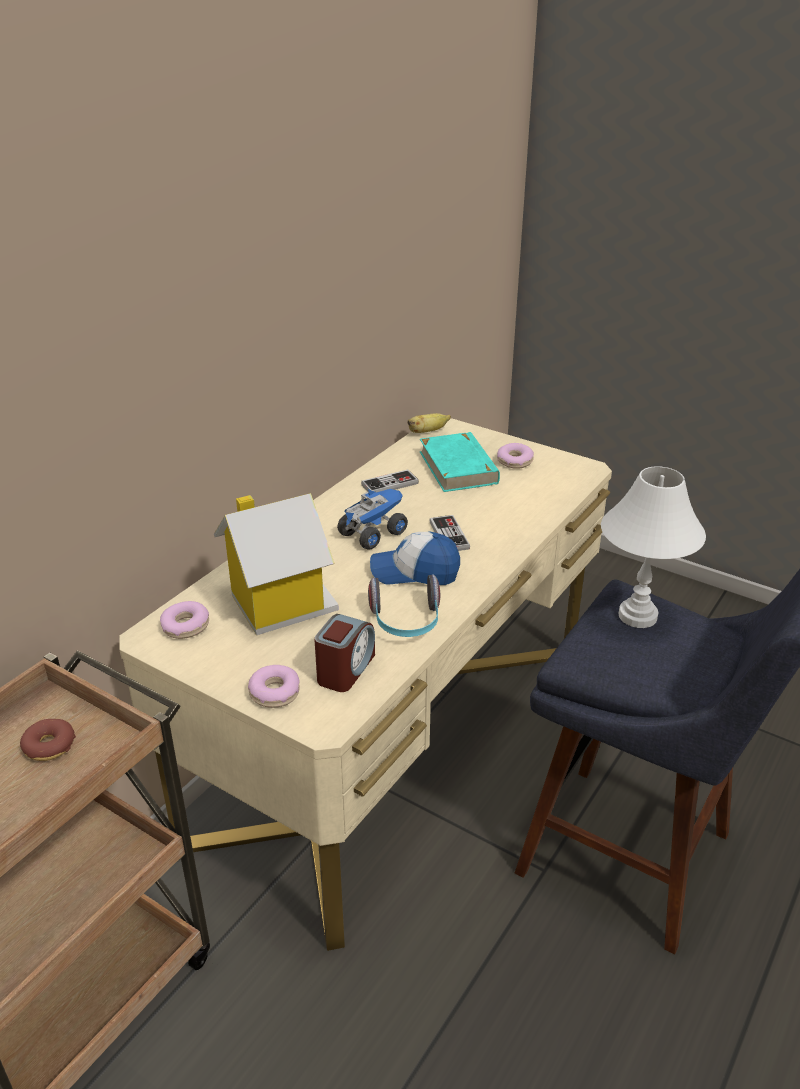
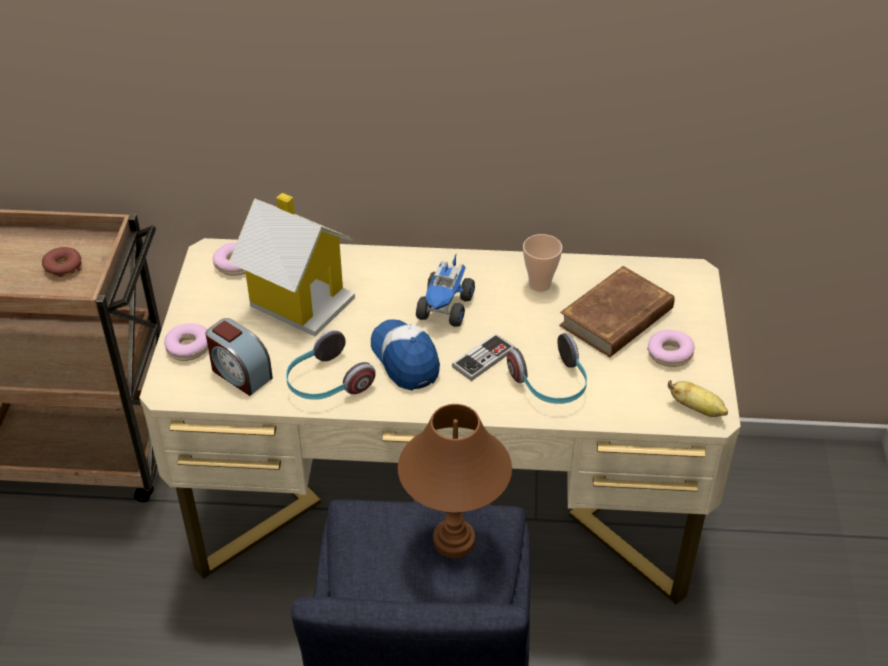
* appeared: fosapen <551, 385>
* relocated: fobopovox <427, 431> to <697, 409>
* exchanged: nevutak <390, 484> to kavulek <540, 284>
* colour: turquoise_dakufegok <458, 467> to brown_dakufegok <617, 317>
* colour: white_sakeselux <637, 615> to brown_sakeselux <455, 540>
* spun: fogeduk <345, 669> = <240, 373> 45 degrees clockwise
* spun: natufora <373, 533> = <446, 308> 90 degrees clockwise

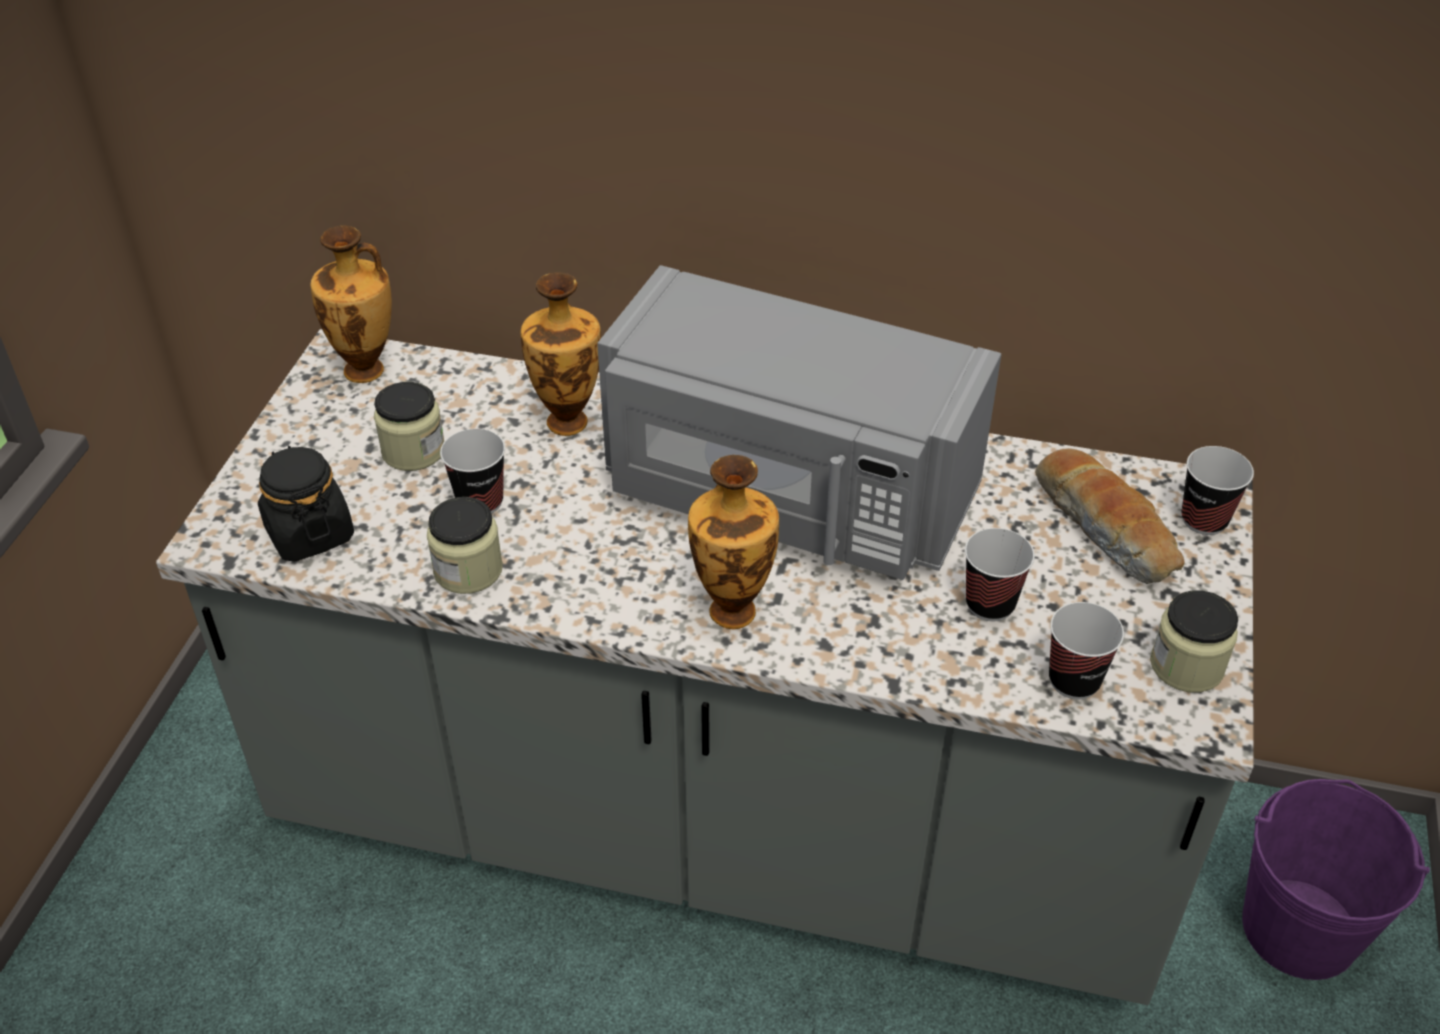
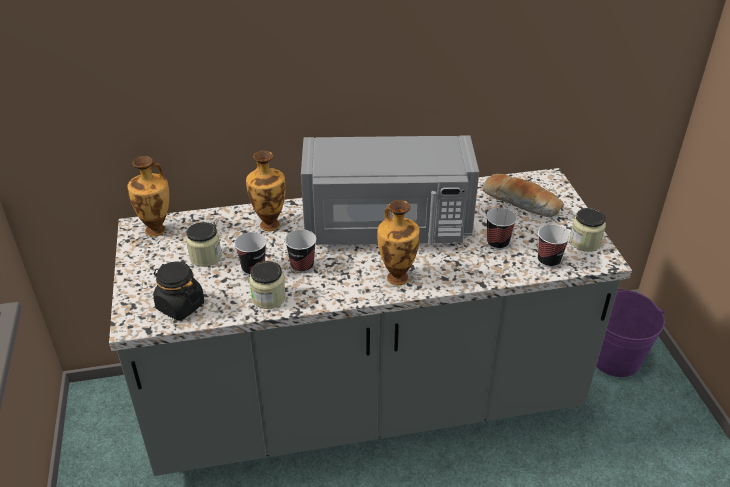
* relocated: kavulek <1204, 519> to <302, 266>

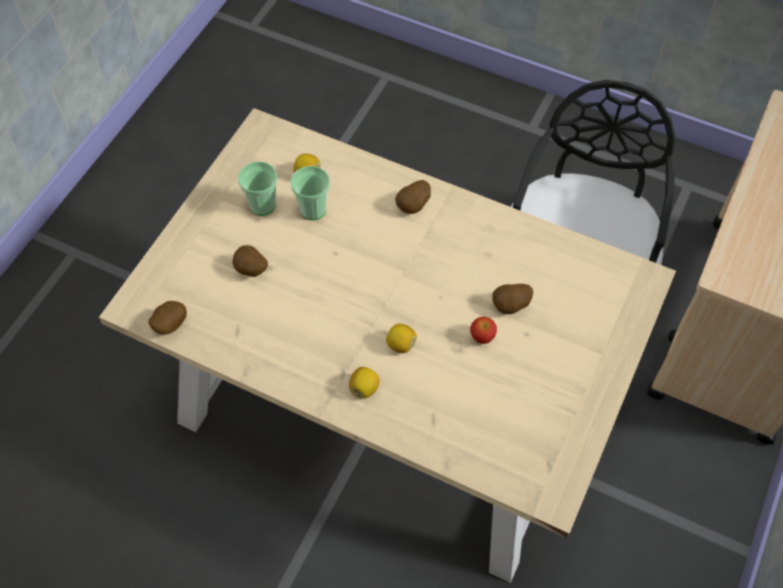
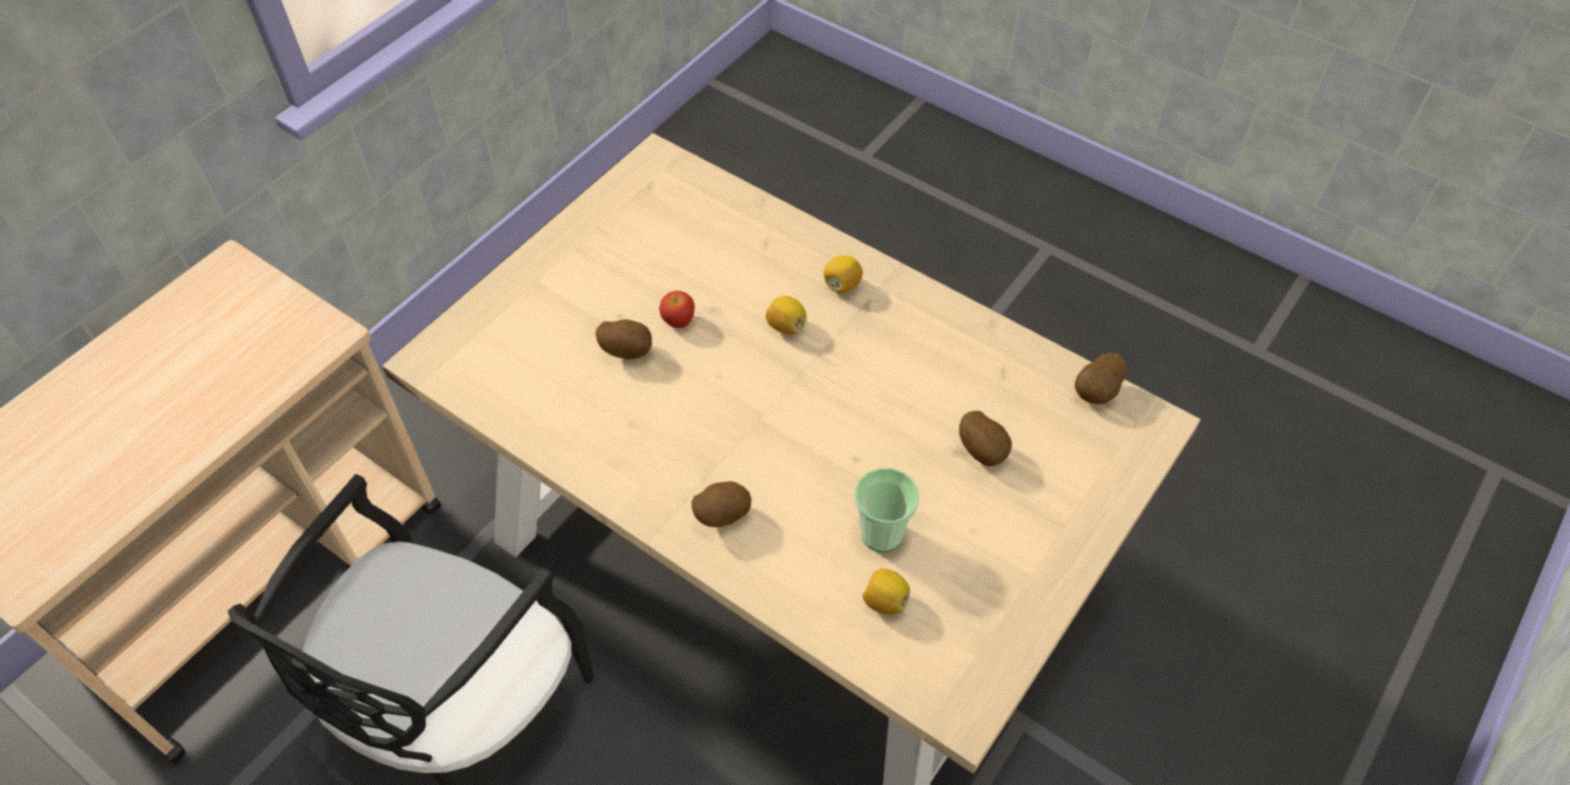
* missing: kavulek <262, 205>

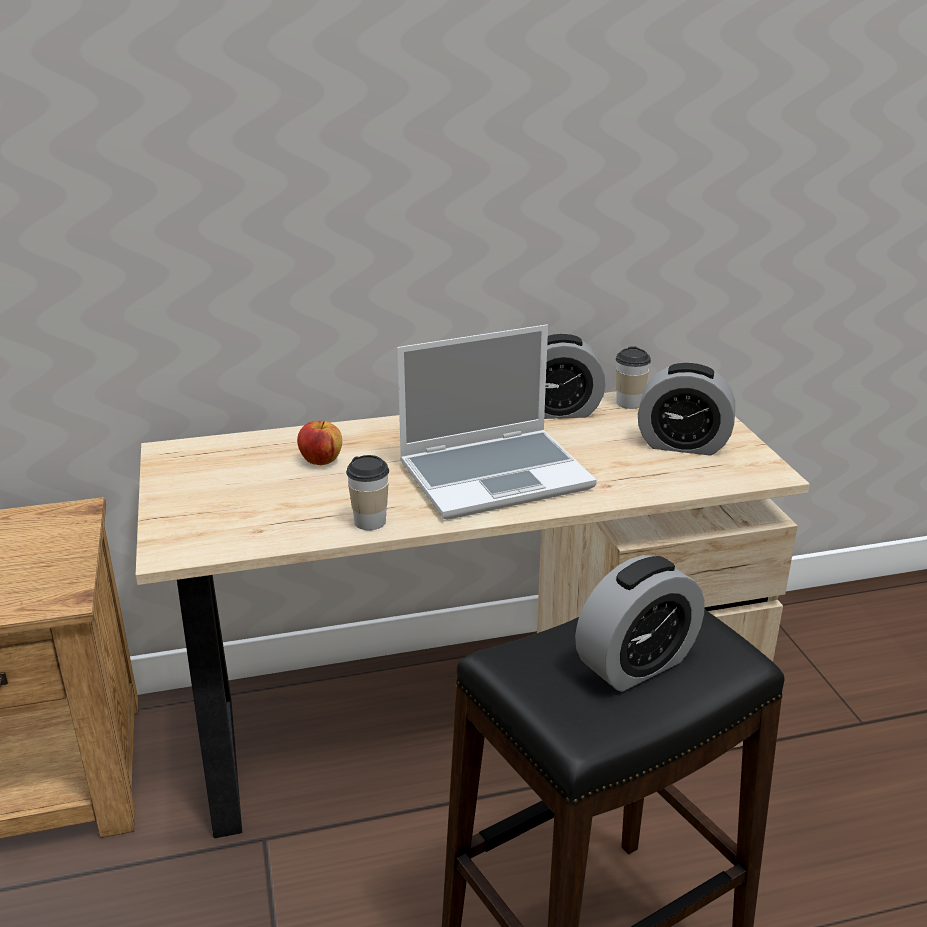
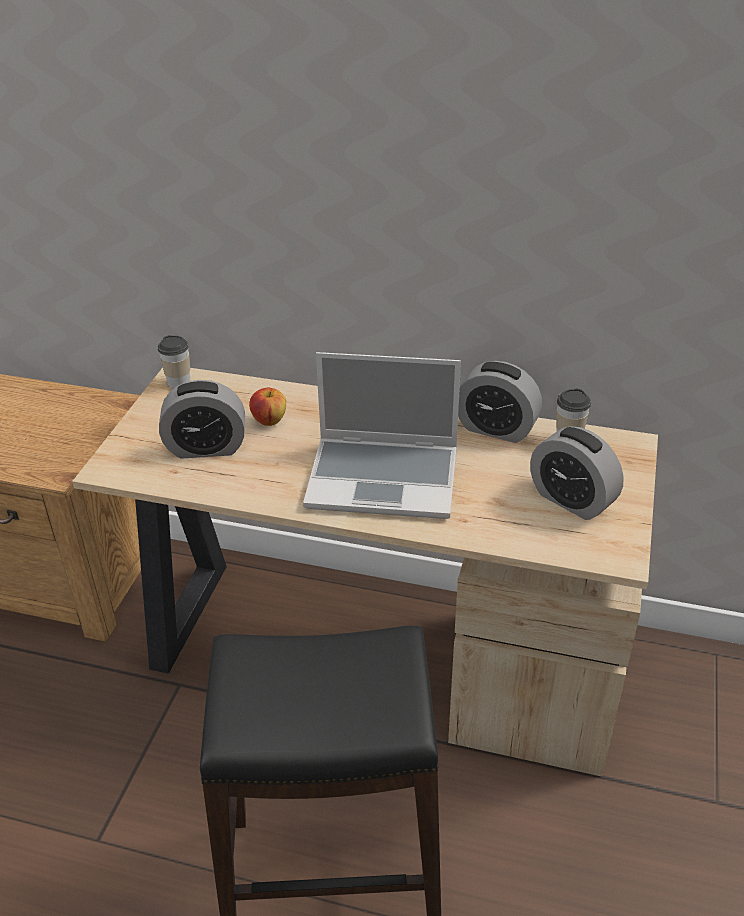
* relocated: kavulek <370, 521> to <179, 382>
* relocated: fogeduk <636, 664> to <206, 448>

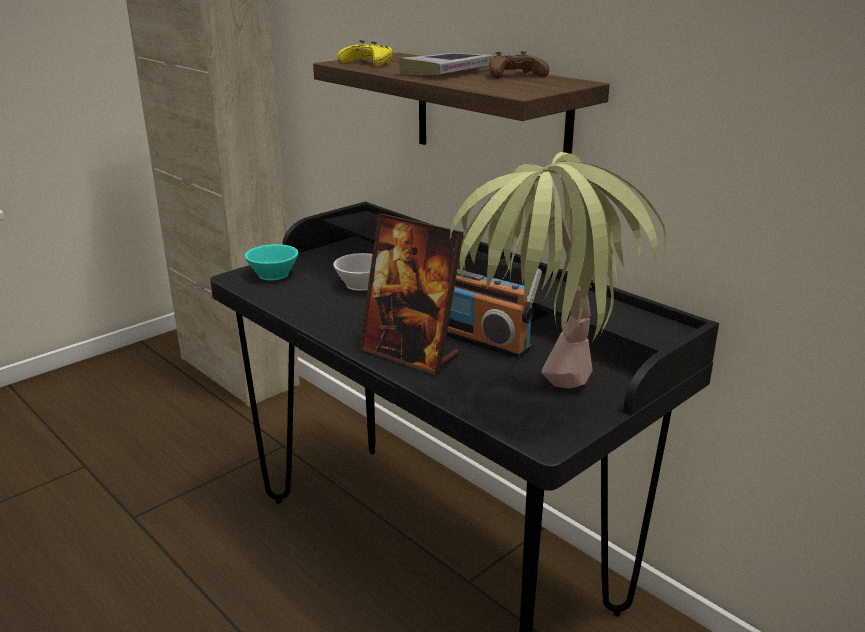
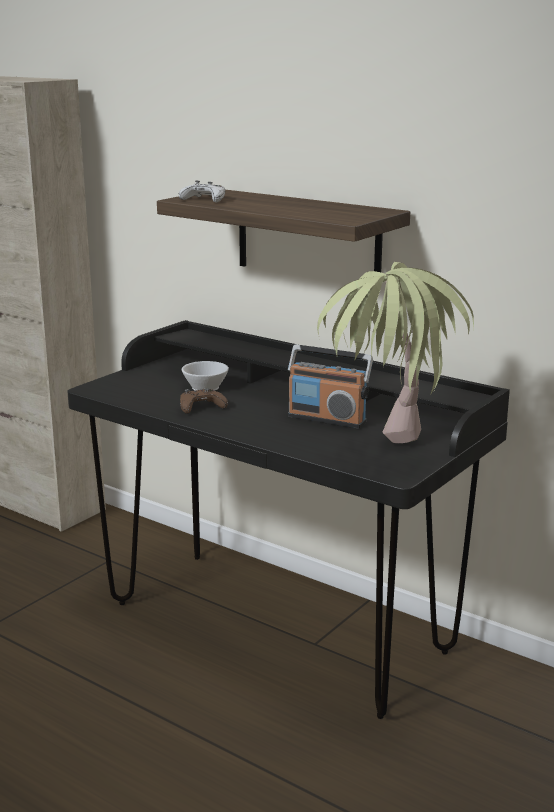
* missing: turquoise_kavulek <270, 274>
* missing: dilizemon <410, 354>
* missing: dakufegok <446, 72>
* relocated: brown_nevutak <515, 75> to <201, 407>
* colour: yellow_nevutak <368, 63> to white_nevutak <204, 199>

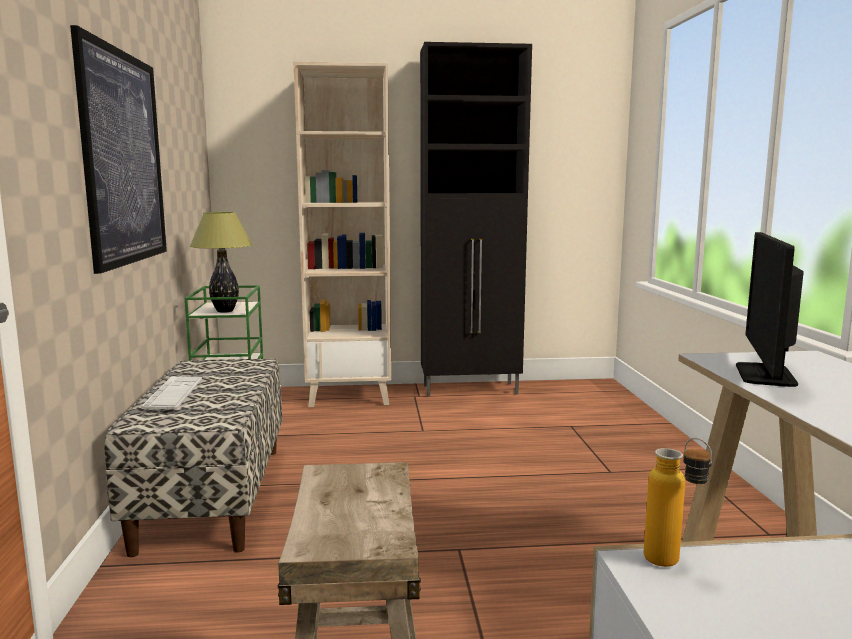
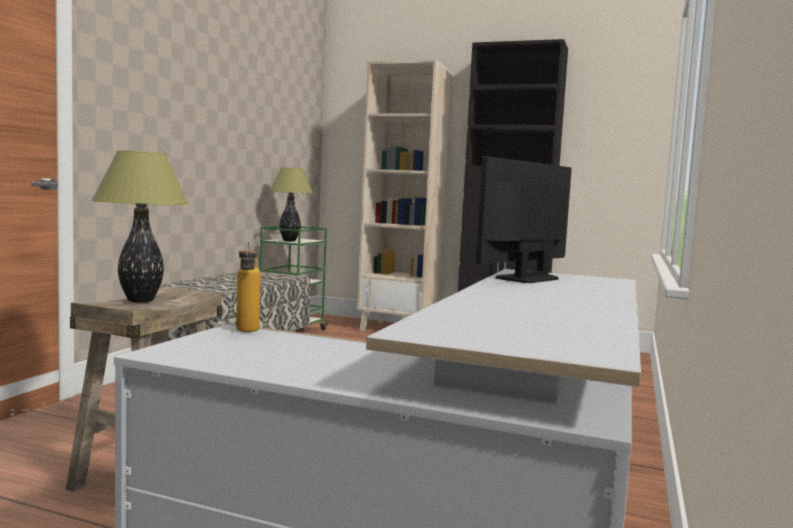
* missing: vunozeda <124, 158>
* missing: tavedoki <174, 393>
* appeared: sakeselux <140, 300>

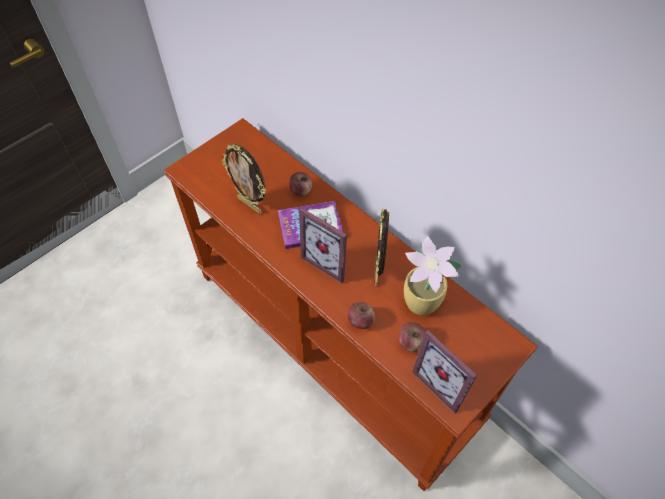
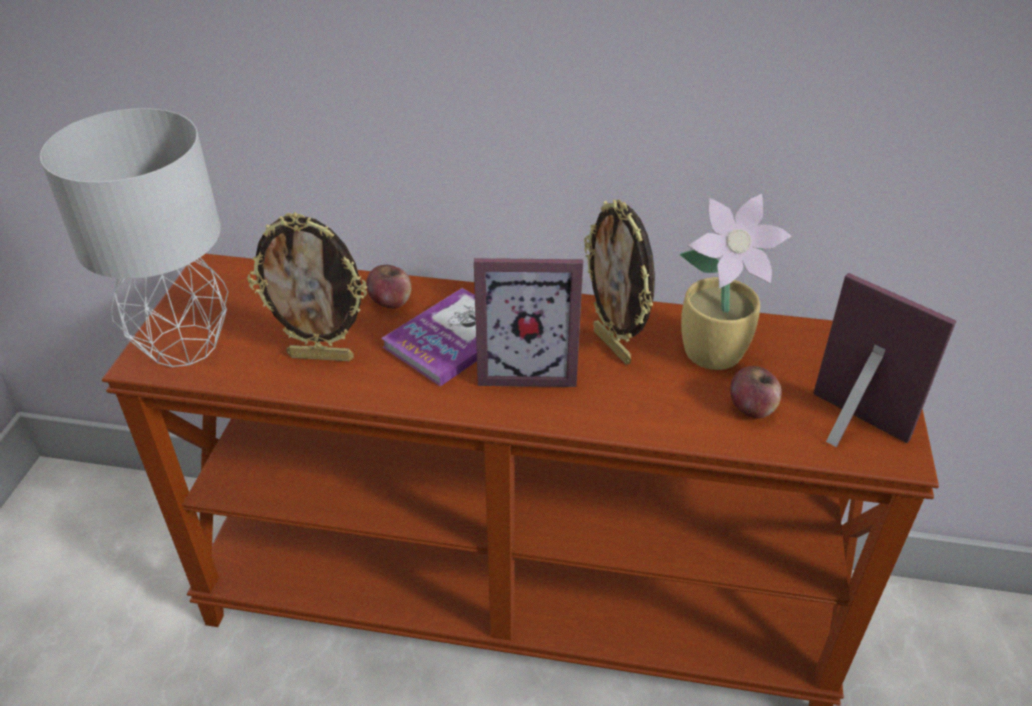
* missing: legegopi <360, 321>
* appeared: grey_sakeselux <184, 344>
* spun: dilizemon <444, 381> = <847, 430> 150 degrees counterclockwise

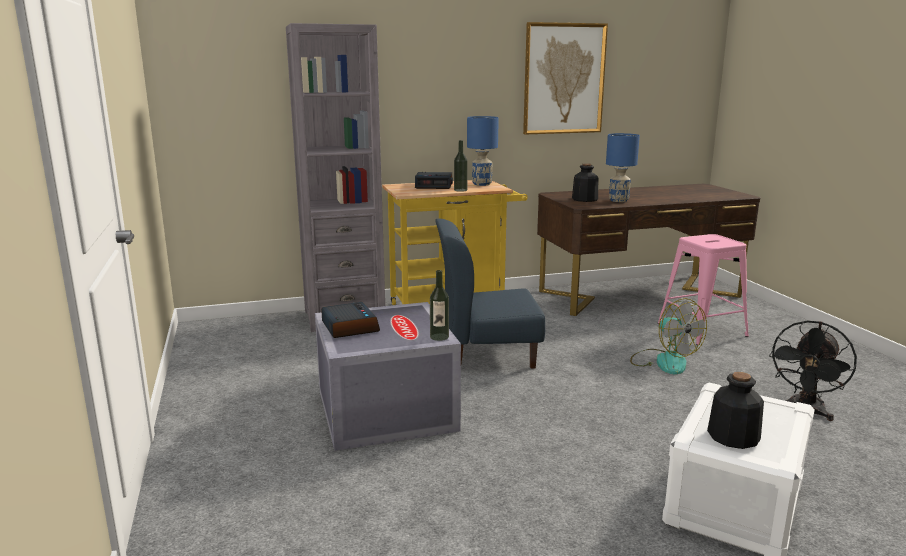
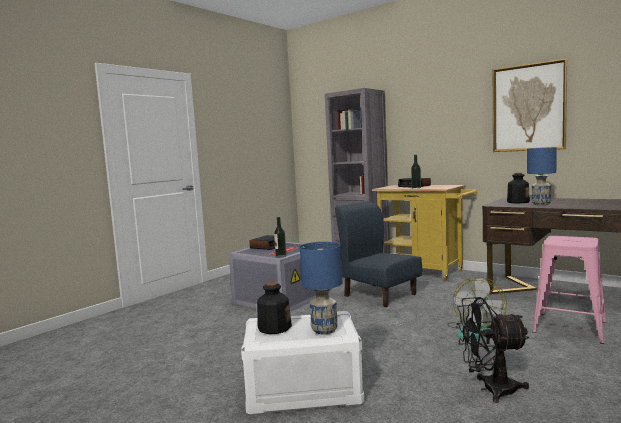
* relocated: blue_sakeselux <482, 184> to <324, 330>

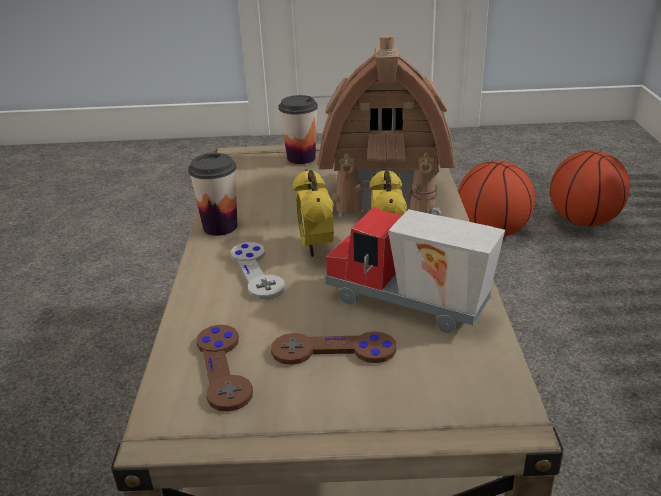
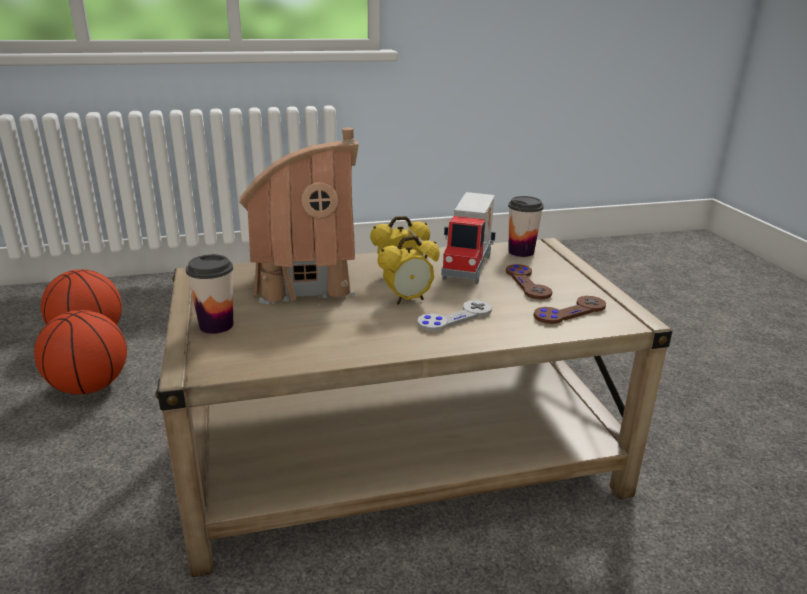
* relocated: kavulek <220, 227> to <521, 252>

